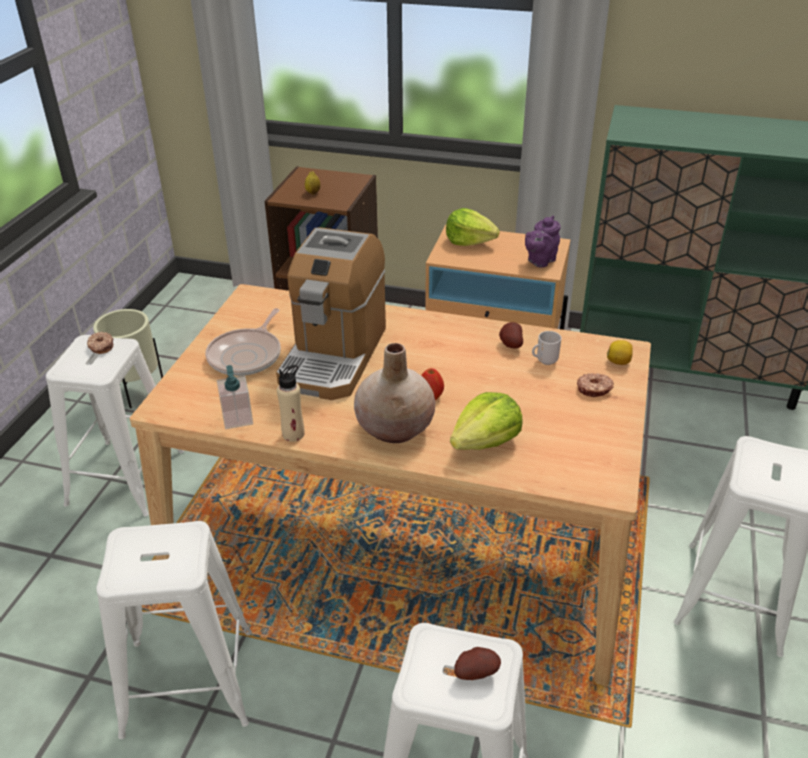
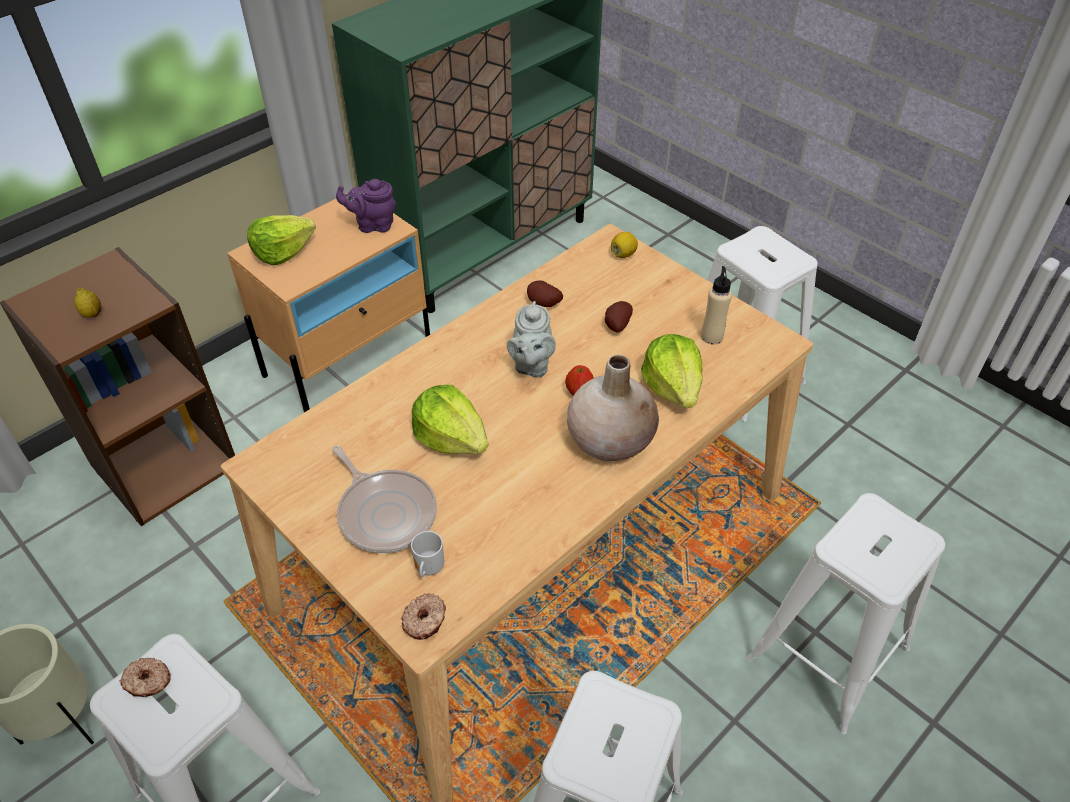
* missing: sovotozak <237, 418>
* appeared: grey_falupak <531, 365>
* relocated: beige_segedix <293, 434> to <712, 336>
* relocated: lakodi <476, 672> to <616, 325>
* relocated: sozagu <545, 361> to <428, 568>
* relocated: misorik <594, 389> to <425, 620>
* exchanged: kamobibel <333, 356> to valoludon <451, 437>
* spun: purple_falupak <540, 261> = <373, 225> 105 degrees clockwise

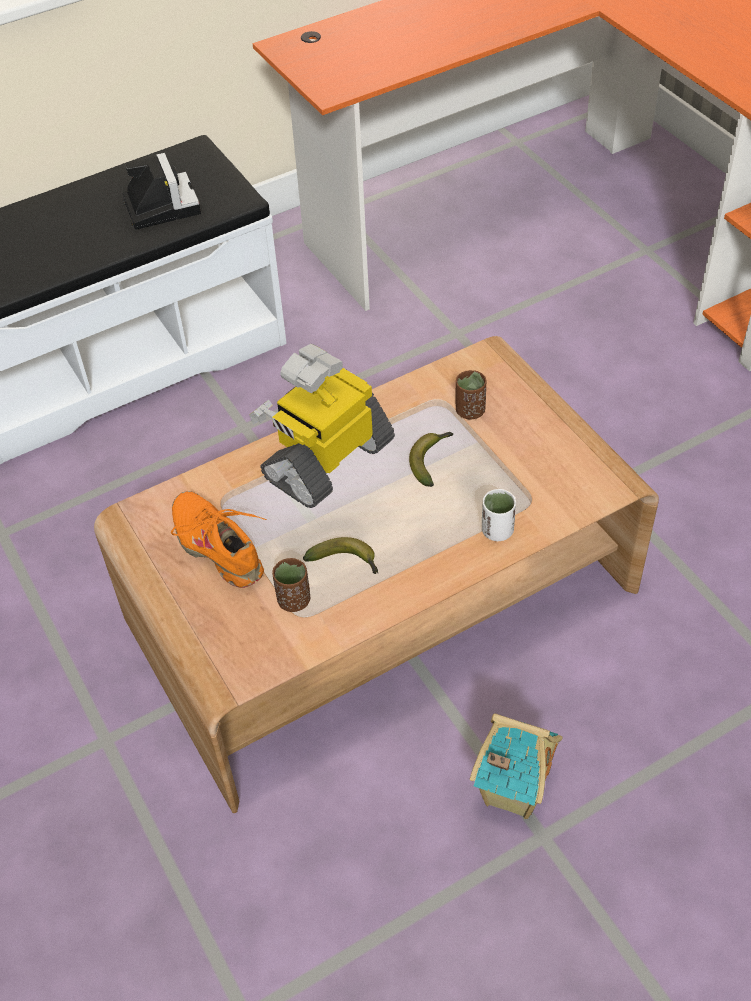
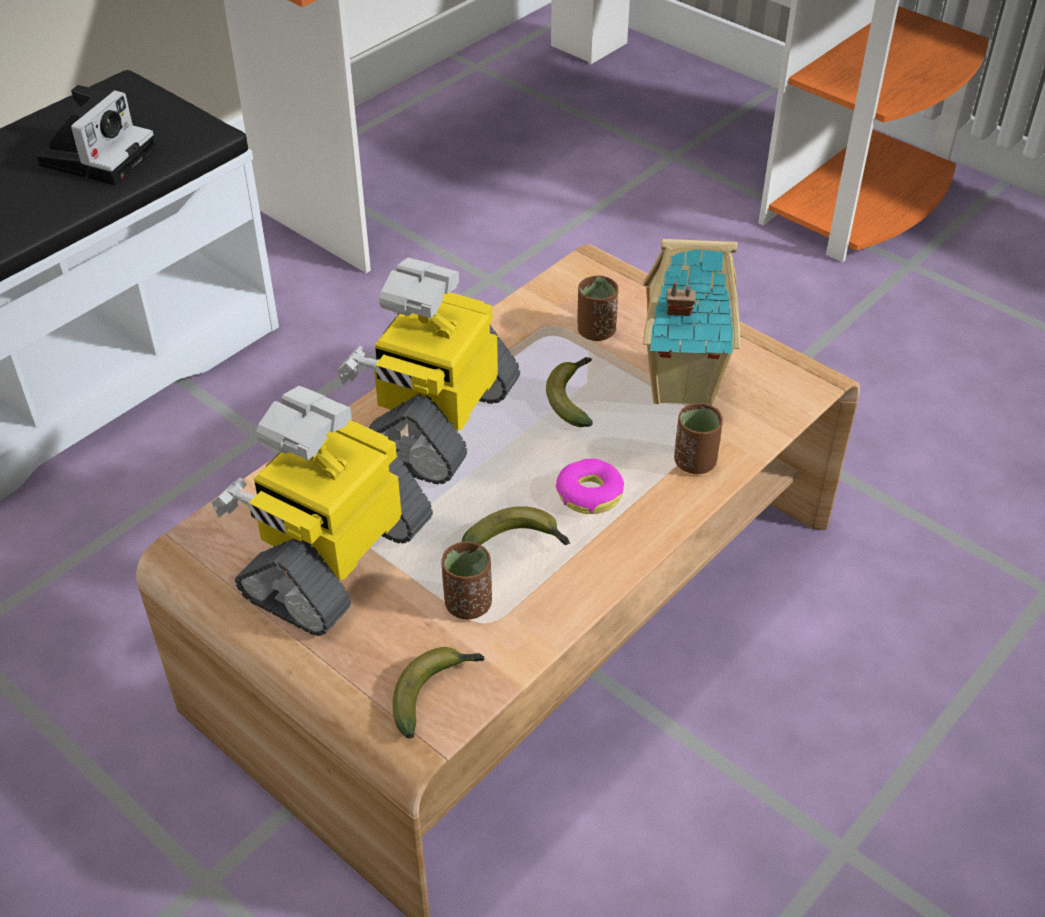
* appeared: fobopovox <435, 692>
* appeared: misorik <589, 494>
* relocated: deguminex <511, 791> to <679, 385>
* exchanged: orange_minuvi <219, 546> to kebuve <335, 558>
* colour: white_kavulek <497, 531> to brown_kavulek <695, 462>
* spun: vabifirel <160, 205> = <99, 154> 60 degrees clockwise

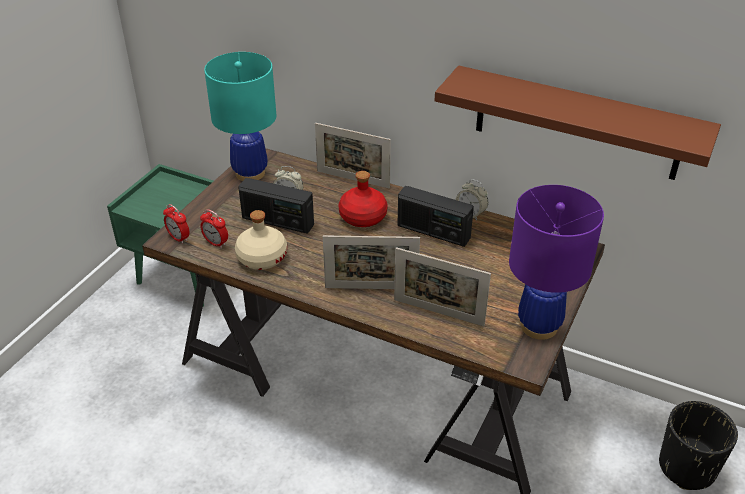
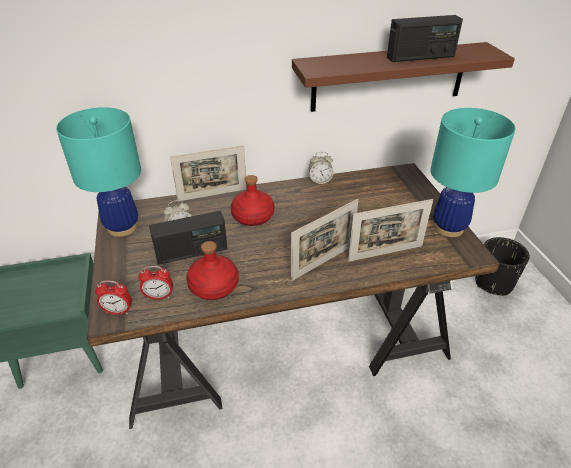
* relocated: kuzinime <433, 232> to <420, 57>
* colour: beige_segedix <261, 257> to red_segedix <213, 286>
* colour: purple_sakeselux <539, 326> to turquoise_sakeselux <449, 228>

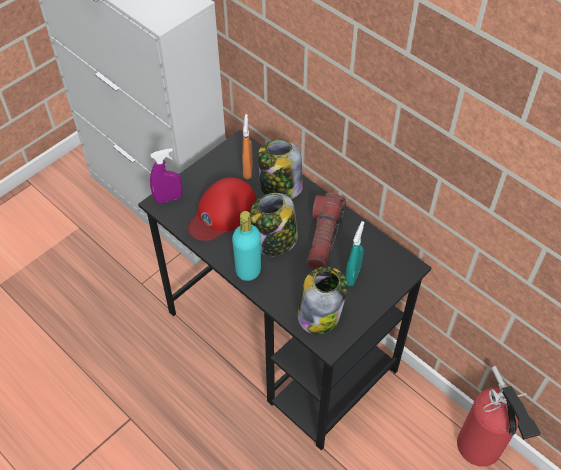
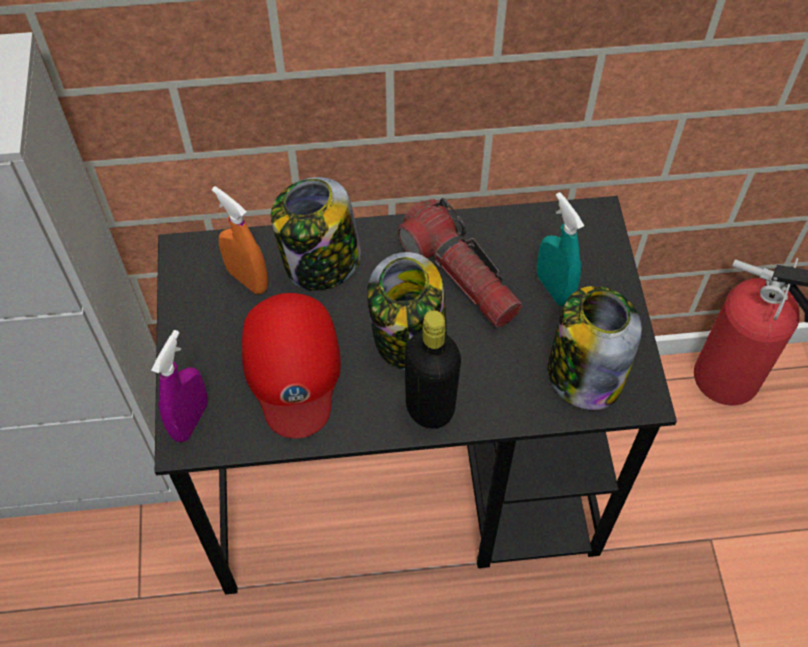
* colour: turquoise_segedix <248, 270> to black_segedix <430, 408>

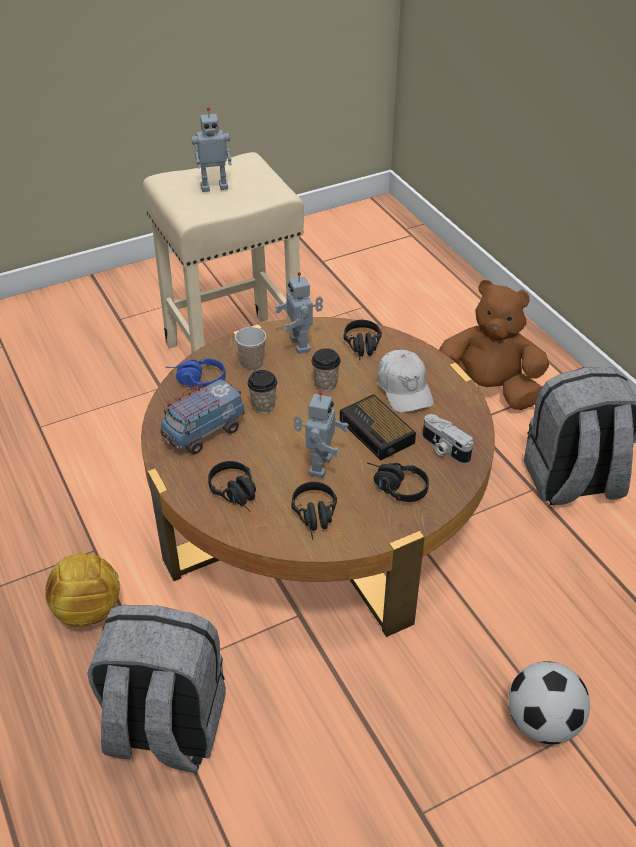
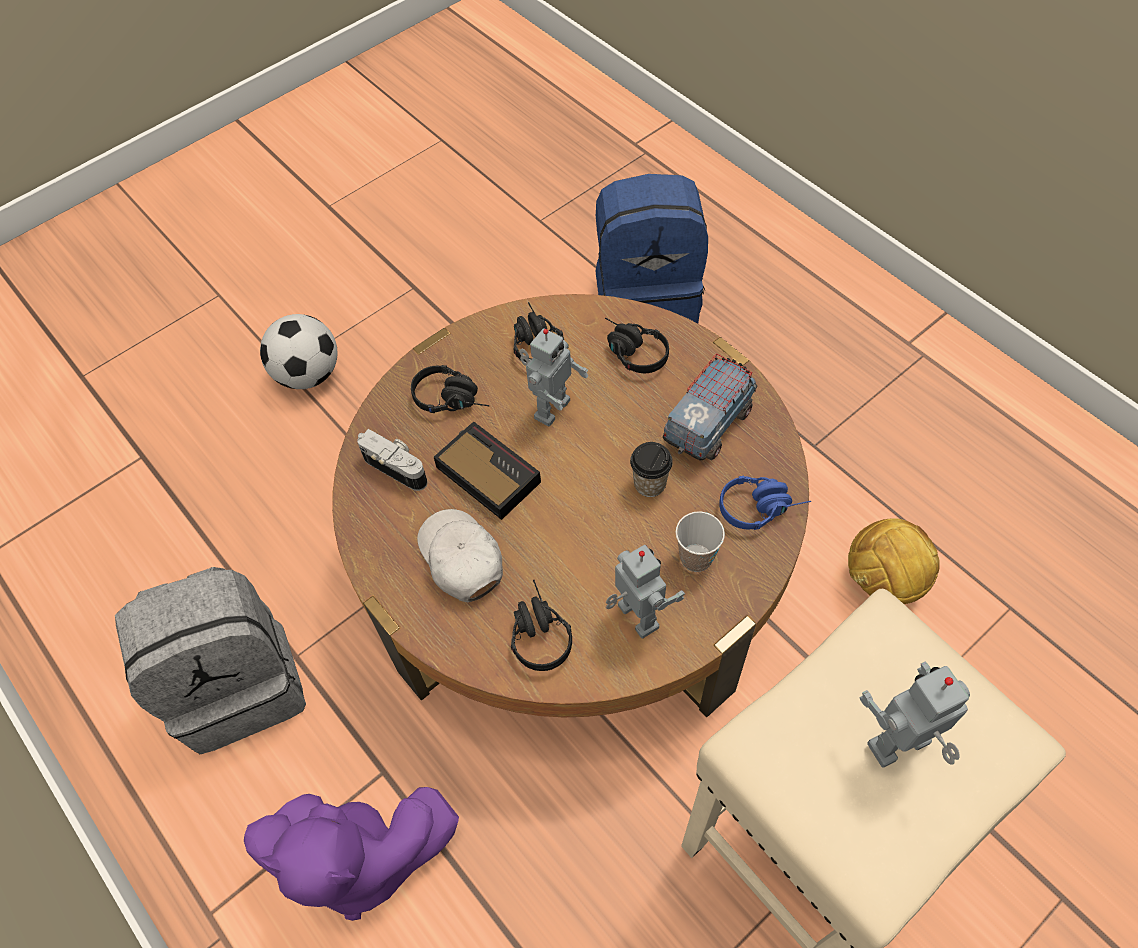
* missing: kavulek <325, 384>
* relocated: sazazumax <88, 610> to <883, 581>
* colour: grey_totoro <165, 728> to blue_totoro <647, 300>
* colour: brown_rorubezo <486, 390> to purple_rorubezo <359, 857>
* spun: kebuve <318, 465> = <550, 408> 150 degrees counterclockwise

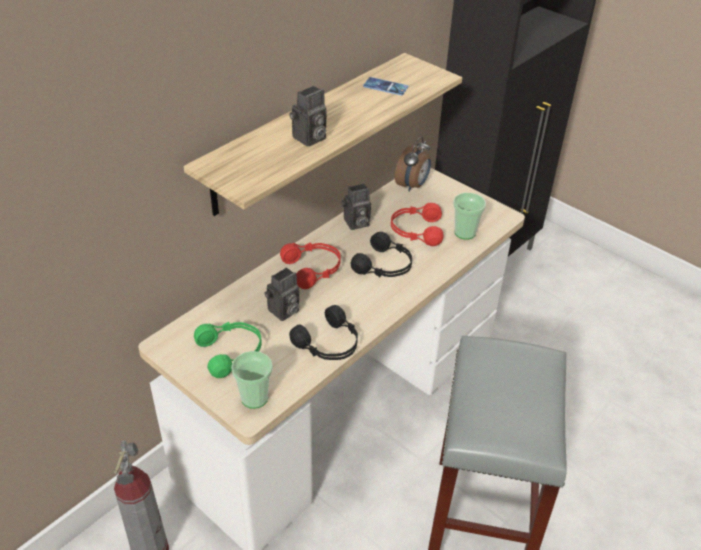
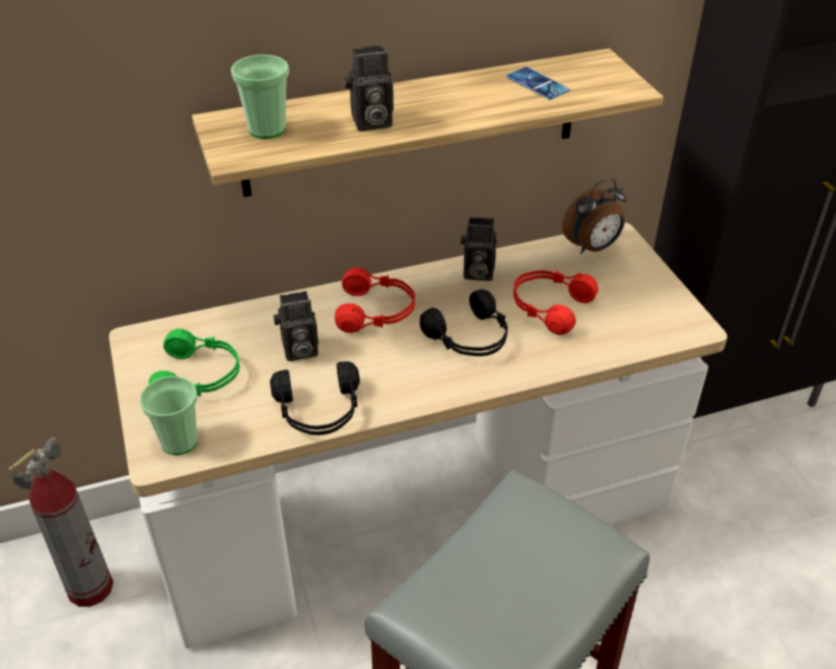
* relocated: kavulek <465, 233> to <267, 129>

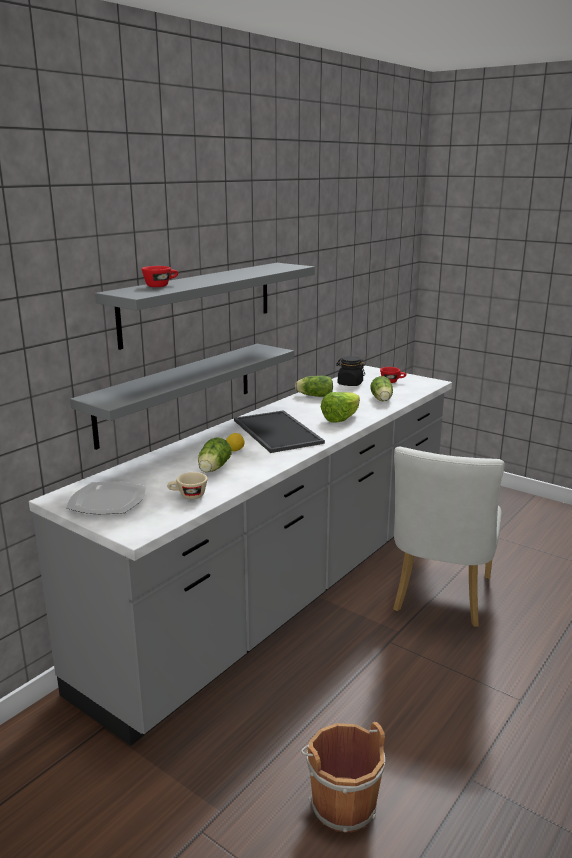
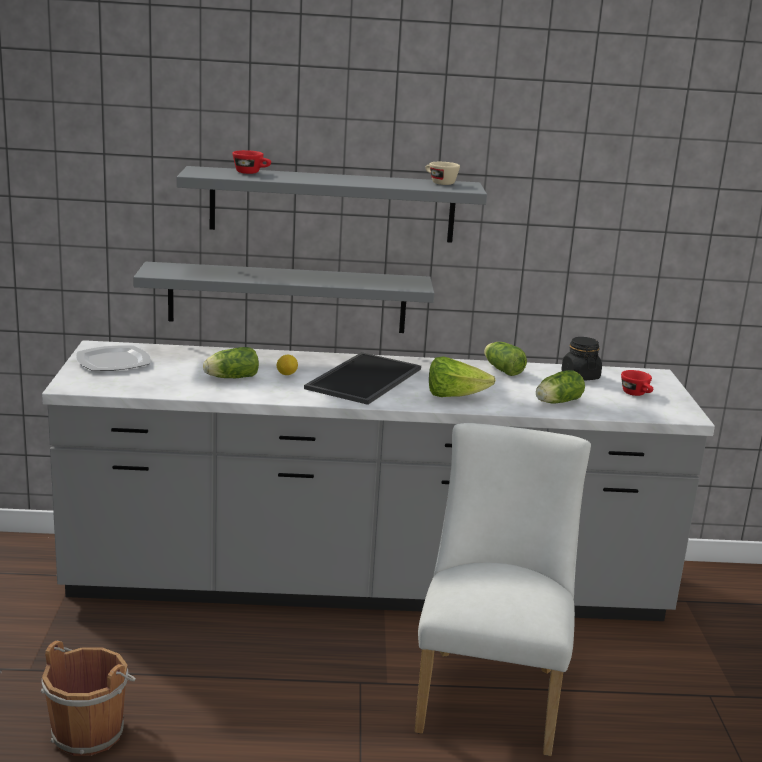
* relocated: beige_kavulek <188, 496> to <439, 183>
* spun: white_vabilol <439, 598> = <490, 692> 120 degrees clockwise

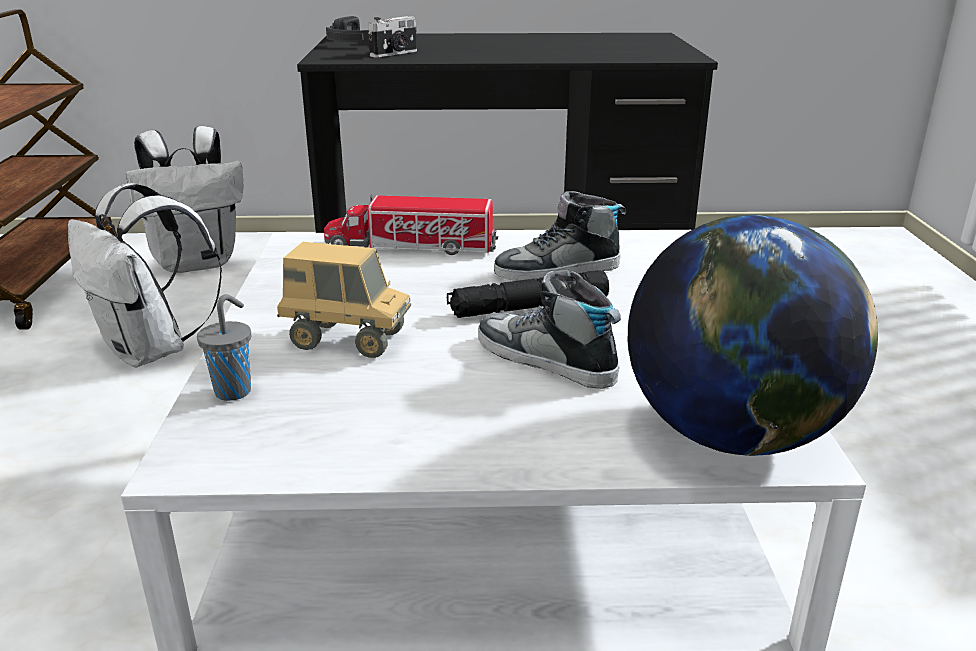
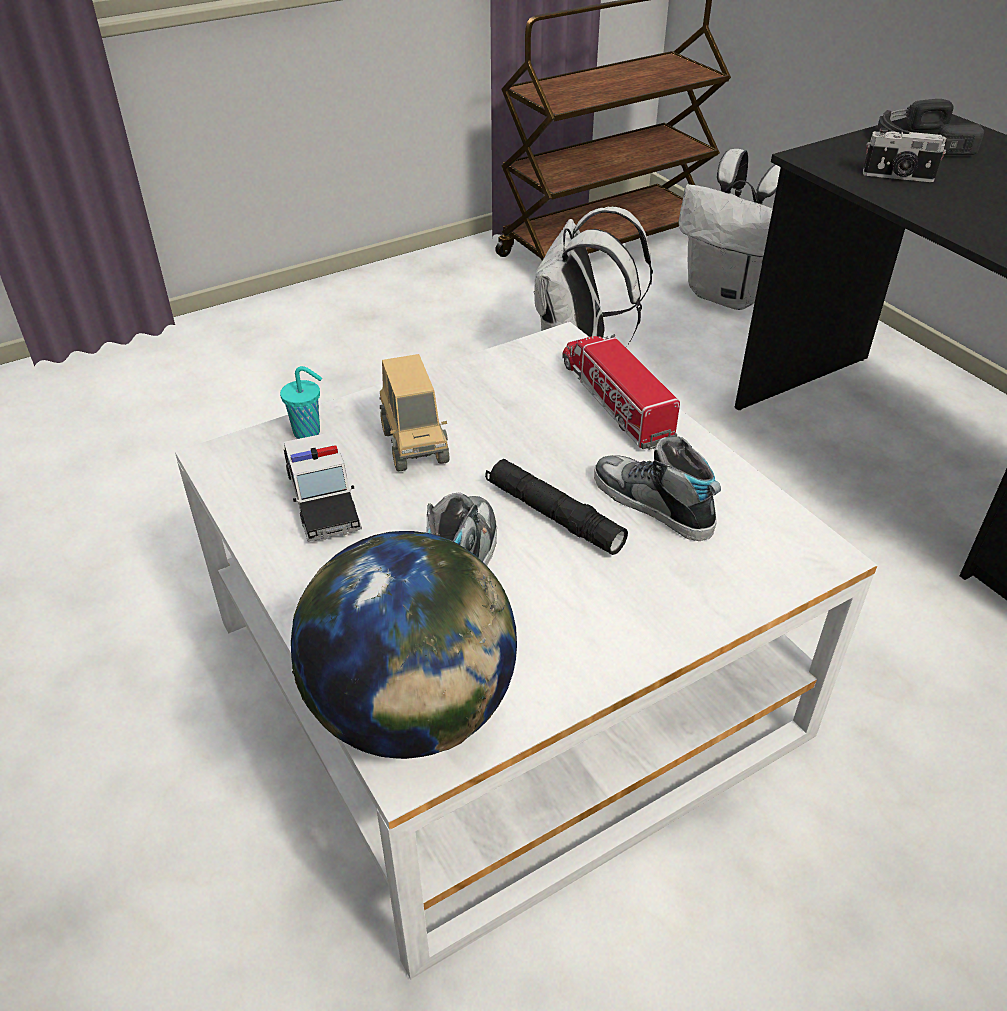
* appeared: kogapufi <322, 499>
* colour: grey_kavulek <235, 391> to turquoise_kavulek <308, 432>

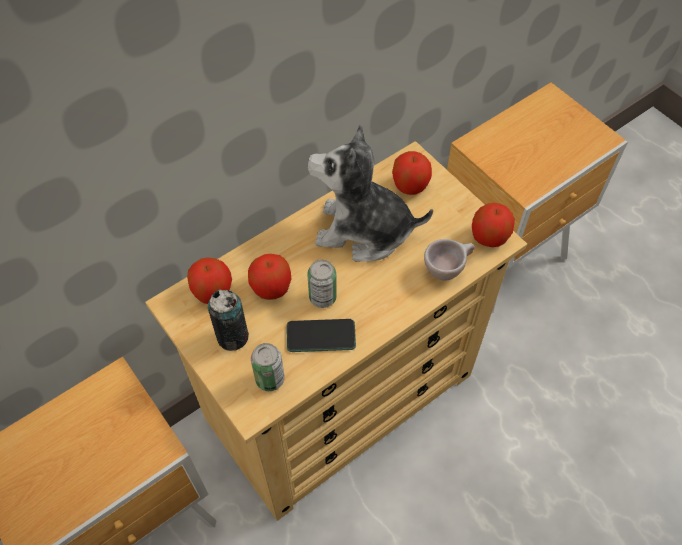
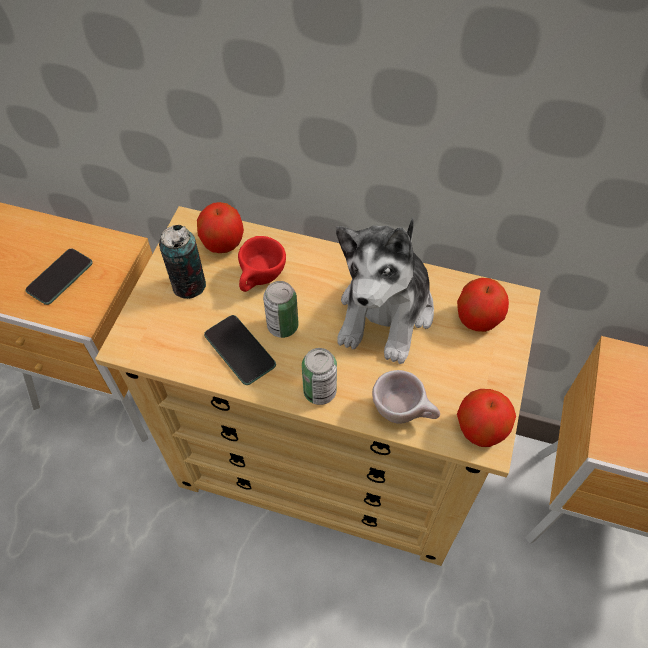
* appeared: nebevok <60, 277>
* relocated: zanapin <270, 379> to <320, 391>
* exchanged: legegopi <271, 288> to red_kavulek <261, 281>
* spun: rorubezo <363, 231> = <386, 312> 135 degrees counterclockwise

